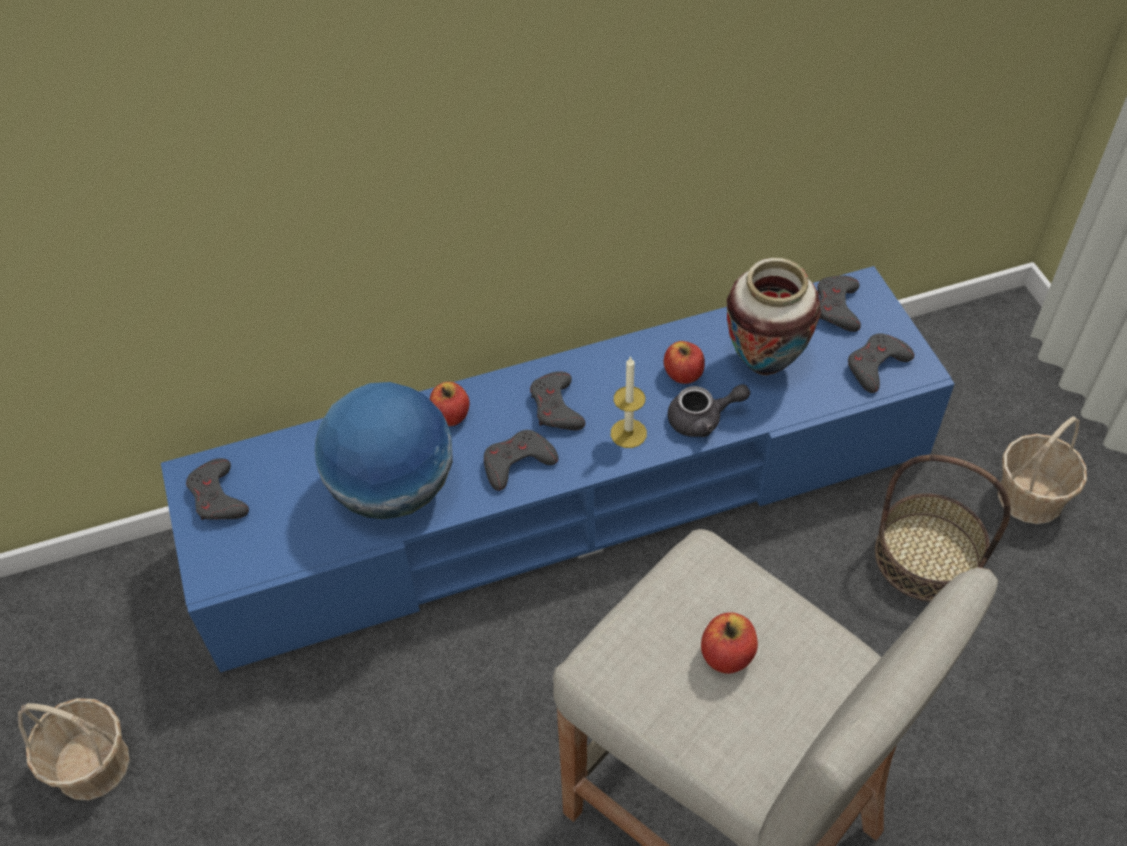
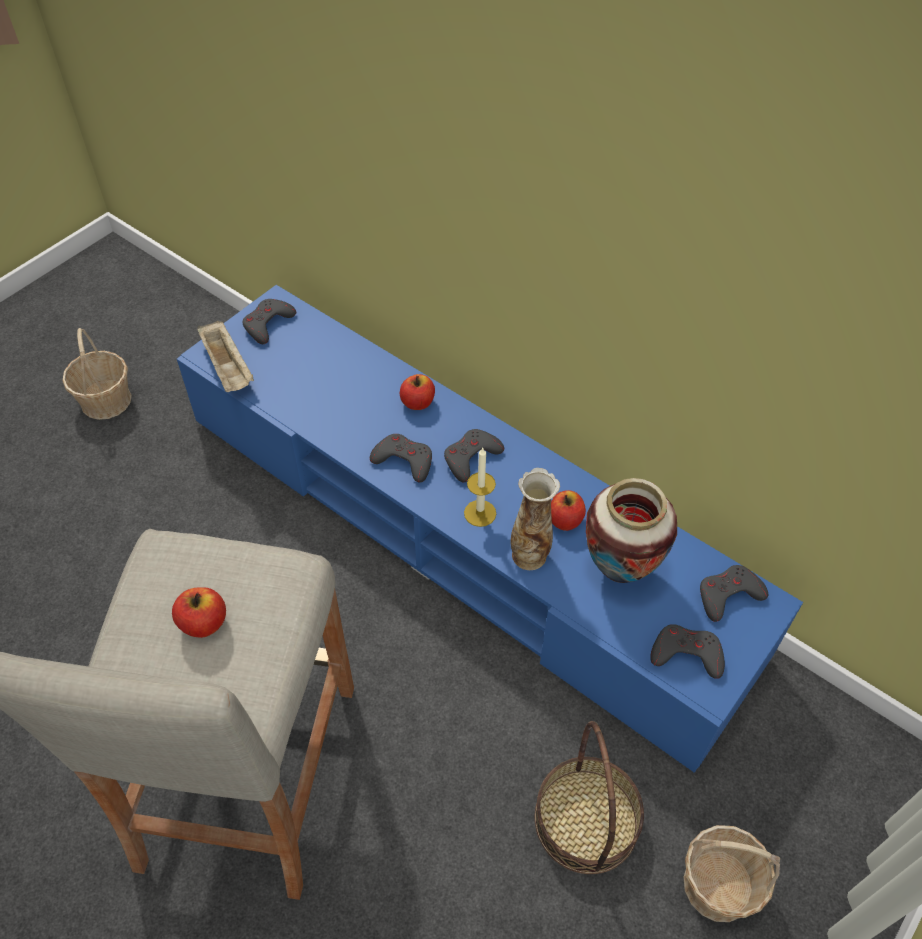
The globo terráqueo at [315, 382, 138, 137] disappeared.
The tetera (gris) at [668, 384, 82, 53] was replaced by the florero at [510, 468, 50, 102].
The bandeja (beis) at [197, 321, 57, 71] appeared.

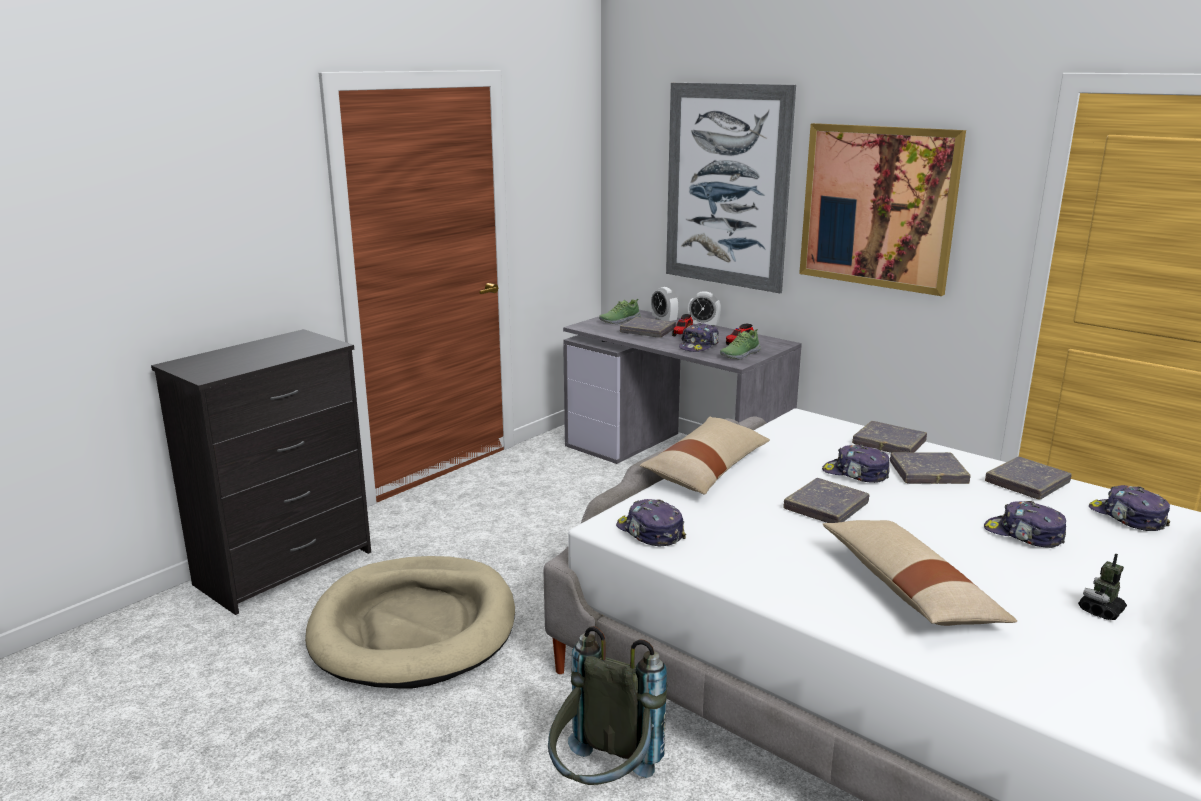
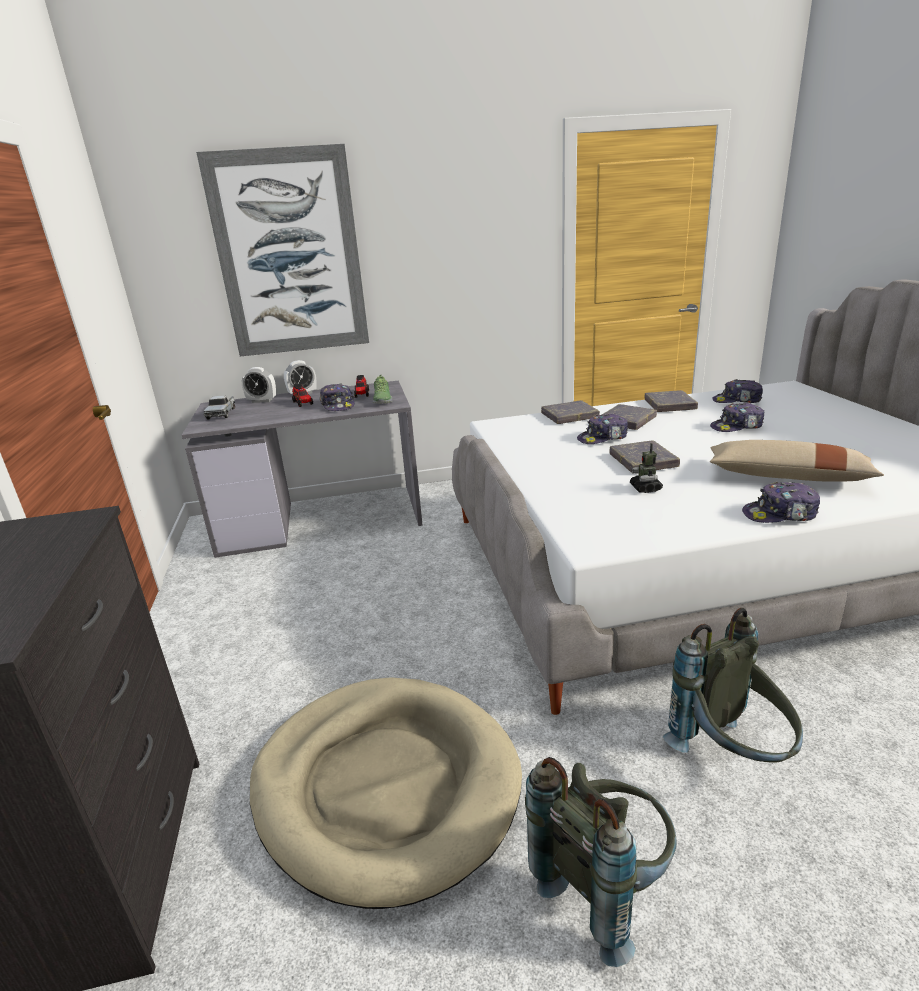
The cuadro at [799, 123, 167, 173] disappeared.
The zapato at [599, 299, 42, 25] was replaced by the camión de juguete at [203, 395, 32, 24].
The libro (gris) at [620, 317, 56, 21] disappeared.
The cojín (beis) at [640, 417, 130, 77] disappeared.
The gorra moved from [616, 499, 70, 47] to [742, 482, 78, 41].
The robot de juguete moved from [1078, 553, 49, 67] to [630, 443, 33, 50].
The mochila (gris) at [525, 757, 152, 210] appeared.

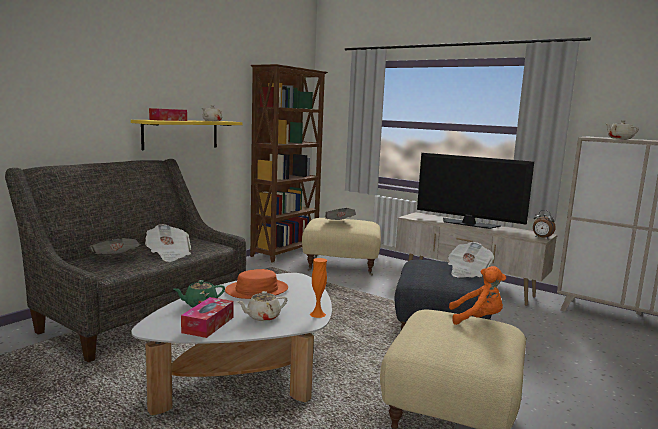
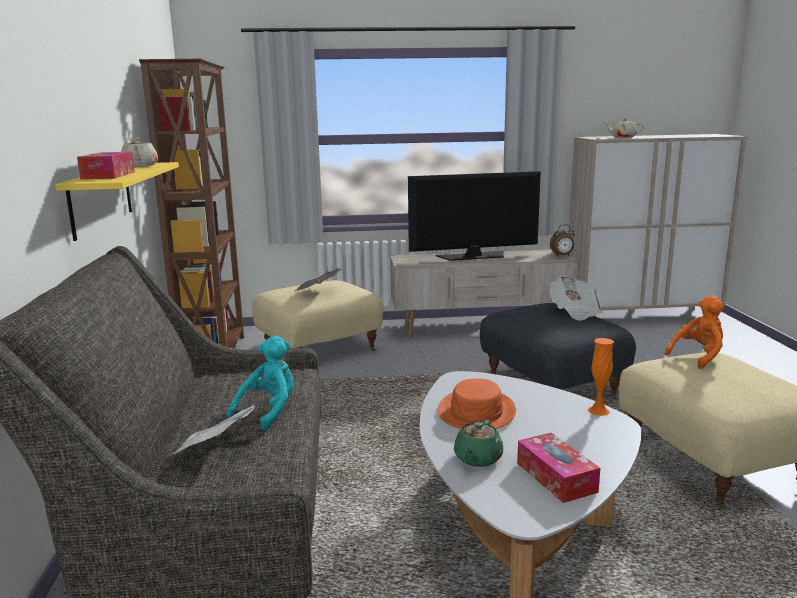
The periódico at [145, 224, 46, 38] was replaced by the peluche (turquesa) at [227, 336, 68, 95].
The tetera (beis) at [236, 291, 51, 30] disappeared.

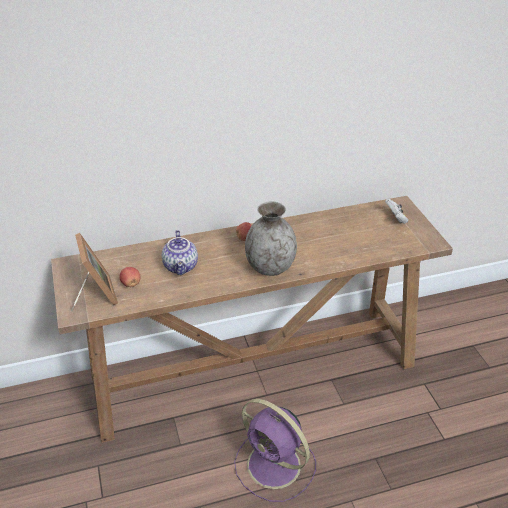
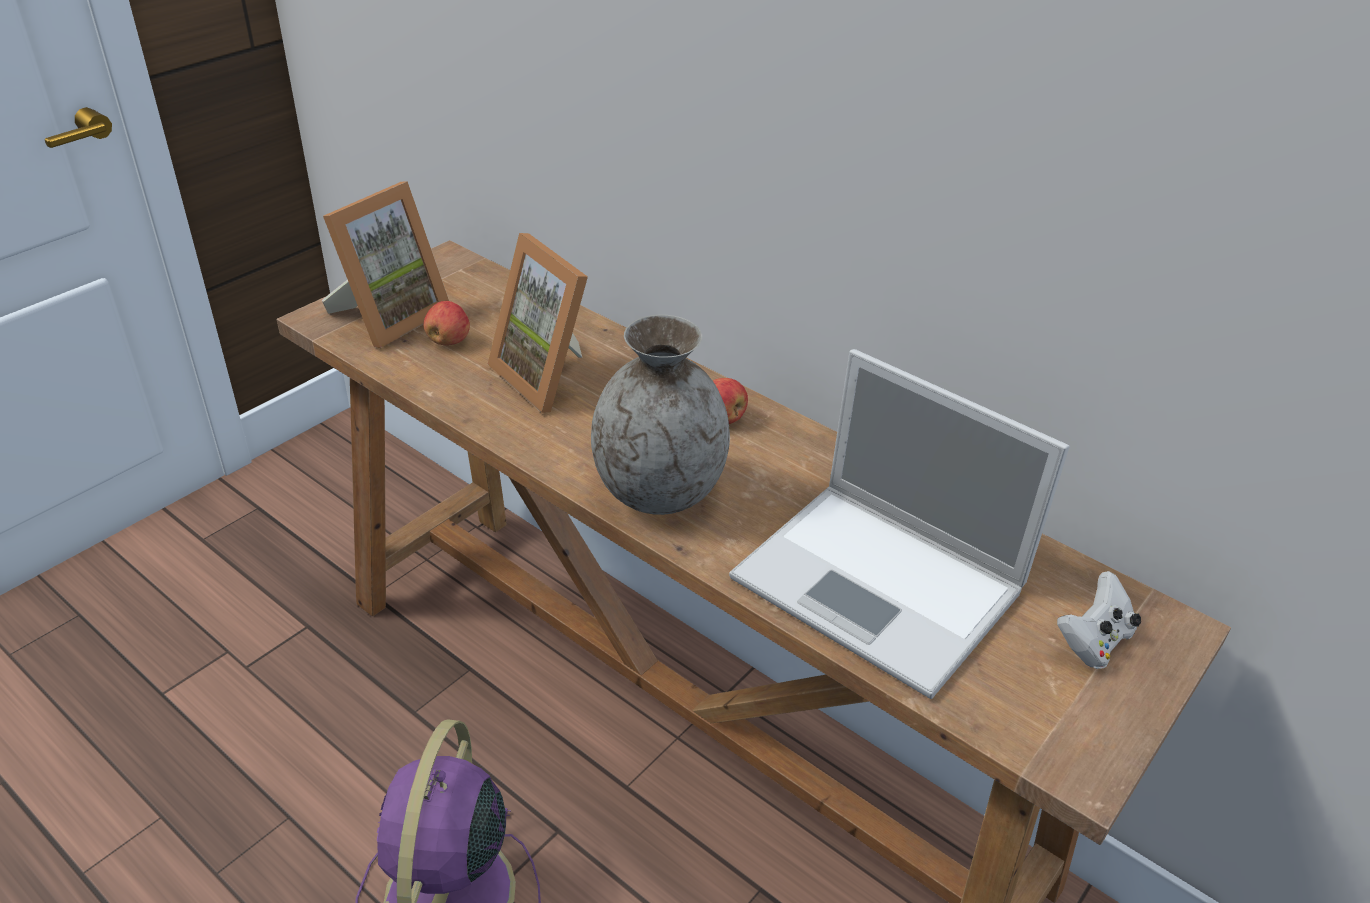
The tetera at [162, 230, 36, 45] was replaced by the portarretratos at [488, 233, 100, 180].
The portátil at [729, 349, 341, 350] appeared.

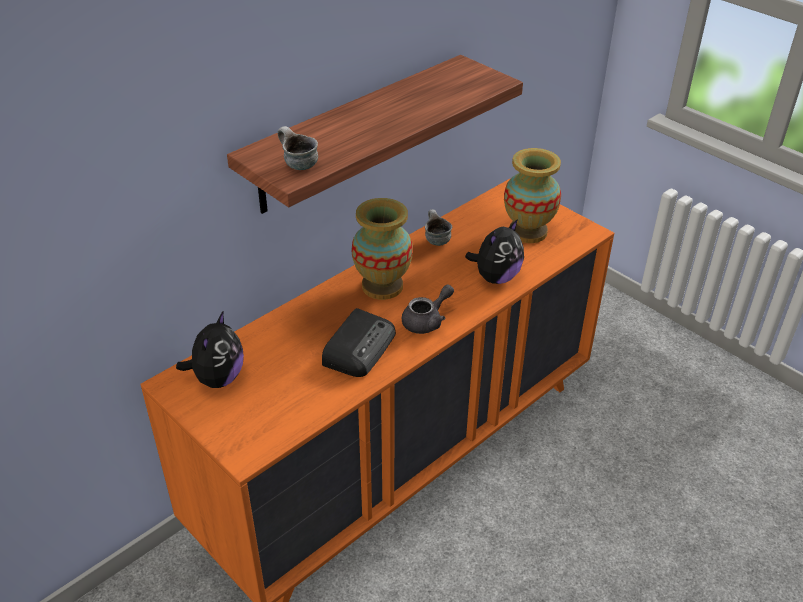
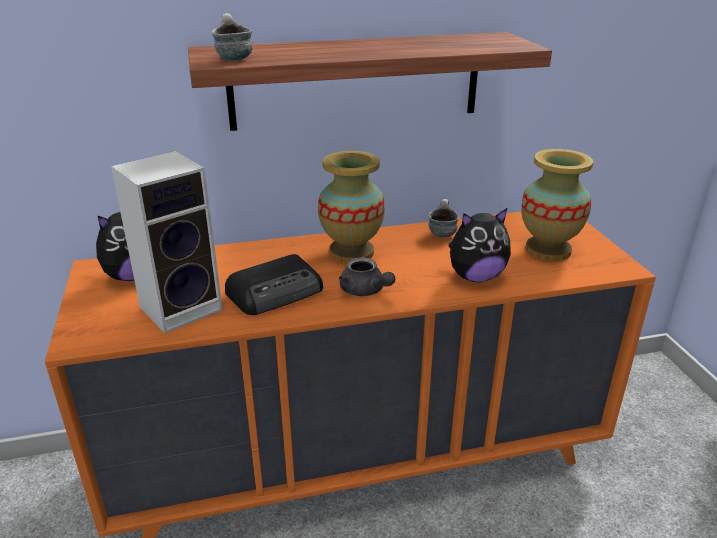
The tetera (gris) at [402, 284, 52, 50] turned 60 degrees clockwise.
The altavoz at [111, 151, 112, 182] appeared.

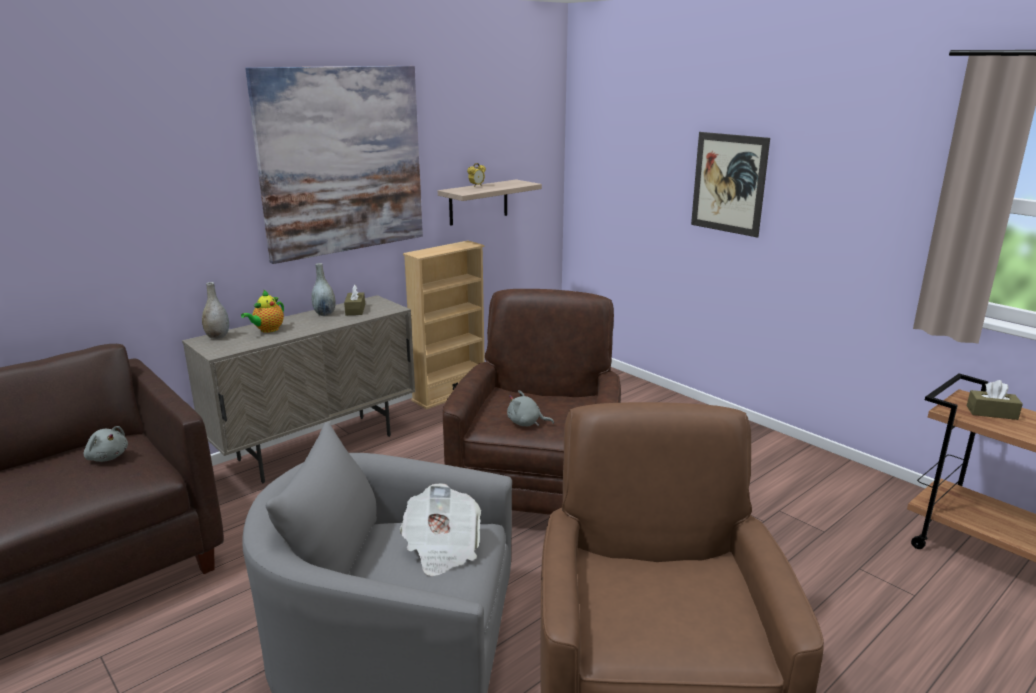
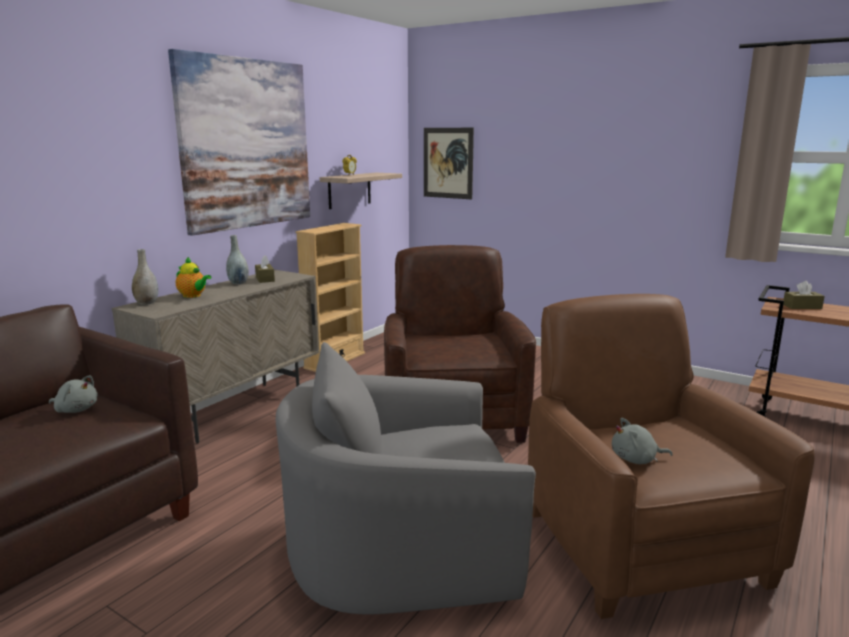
The cuadro moved from [691, 132, 79, 105] to [424, 128, 50, 72].
The tetera at [241, 290, 43, 43] turned 75 degrees counterclockwise.
The peluche (gris) moved from [507, 390, 47, 36] to [612, 418, 61, 46].
The periódico at [400, 483, 81, 93] disappeared.

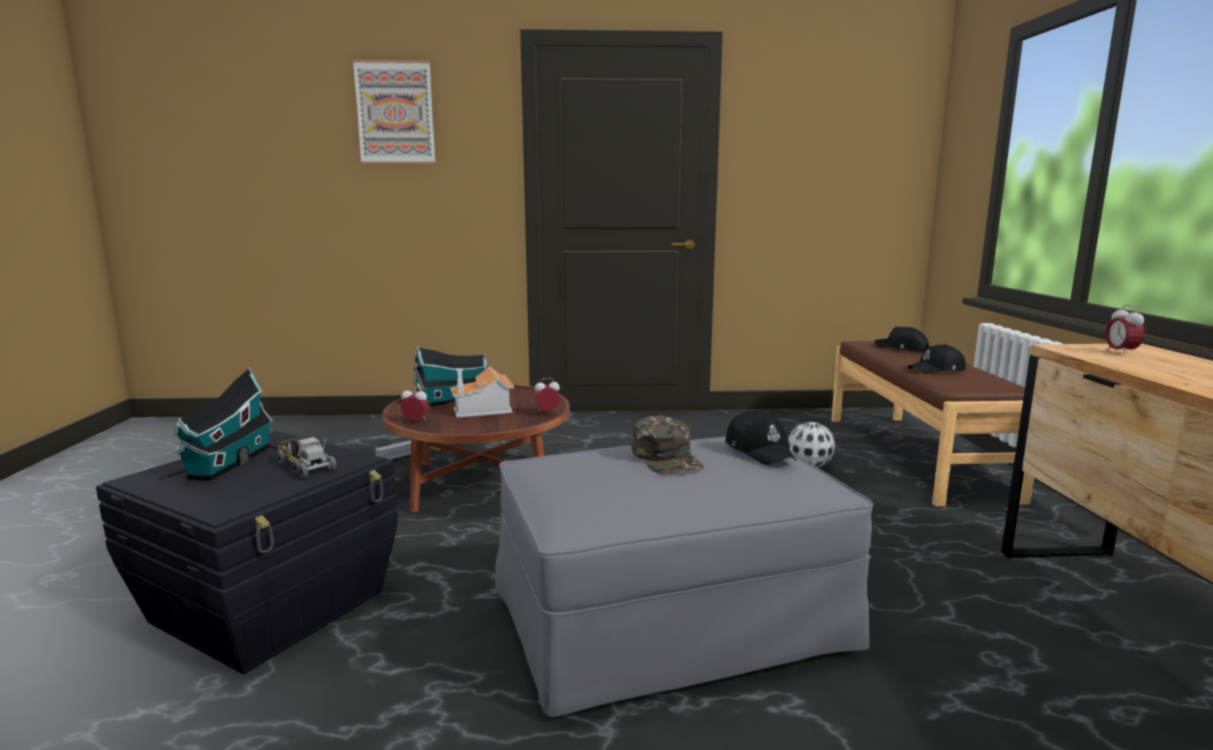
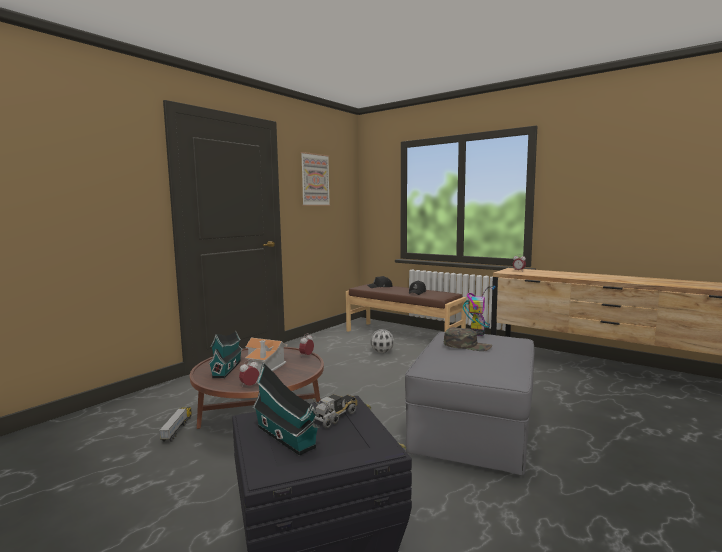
The cuadro moved from [353, 60, 83, 104] to [301, 152, 29, 54].
The gorra (negro) at [725, 409, 71, 56] was replaced by the robot de juguete at [463, 286, 33, 50].
The camión de juguete at [277, 435, 60, 43] turned 135 degrees clockwise.

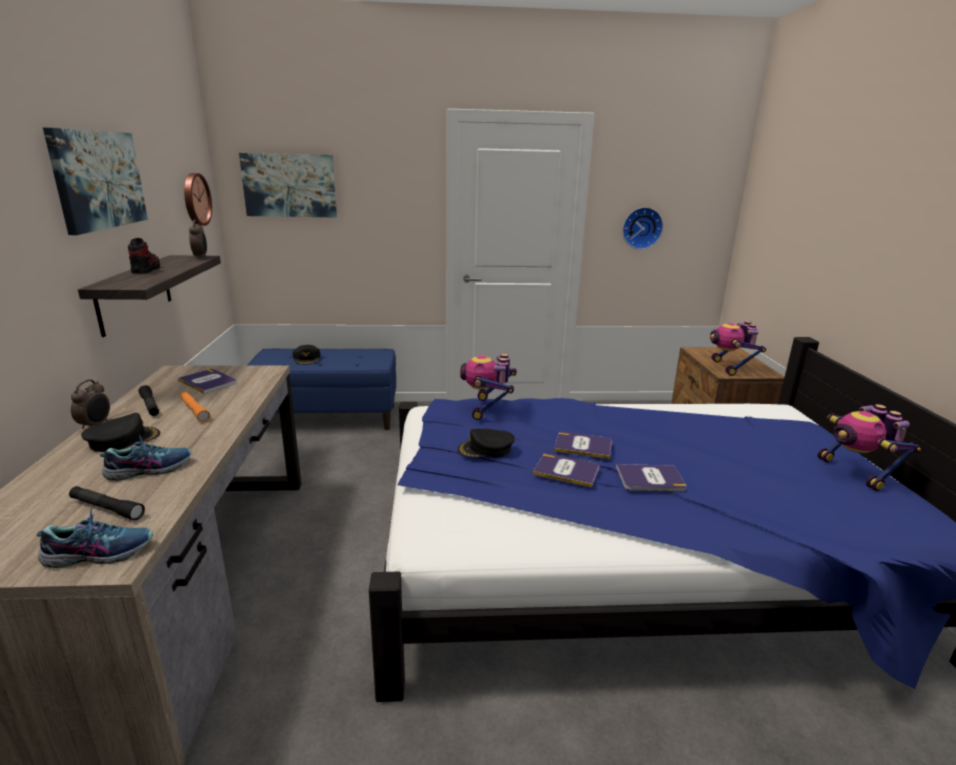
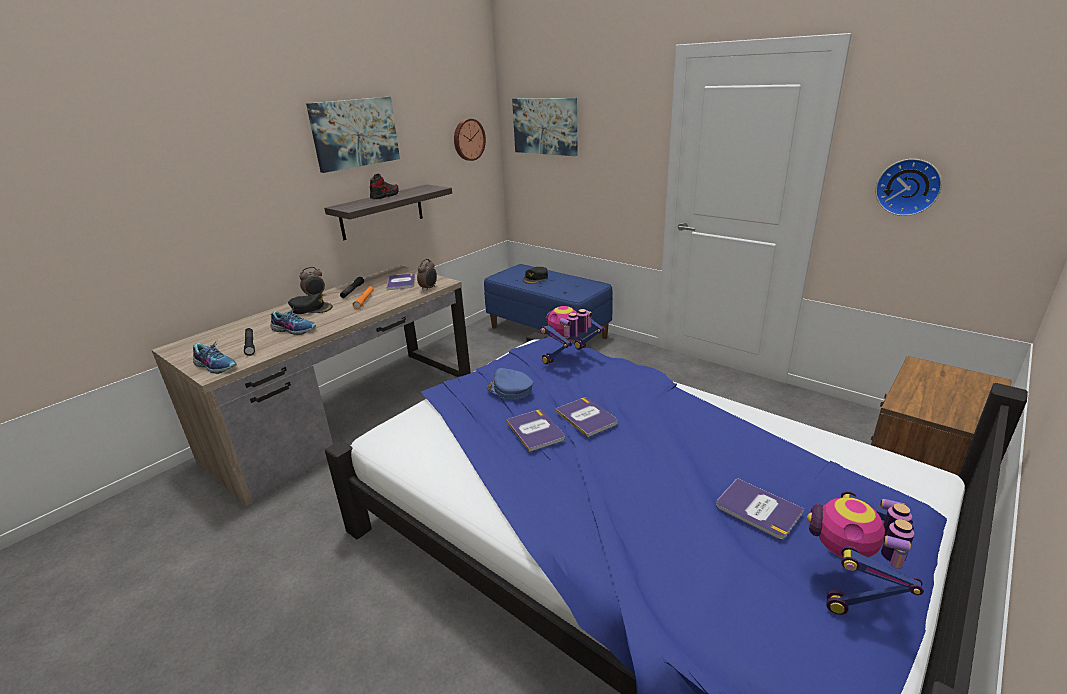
The despertador moved from [189, 220, 18, 38] to [417, 259, 20, 32].
The robot de juguete at [710, 321, 56, 55] disappeared.
The gorra (negro) at [458, 429, 57, 29] became the gorra (azul) at [486, 368, 48, 32].
The libro moved from [616, 464, 70, 27] to [716, 478, 88, 61].

